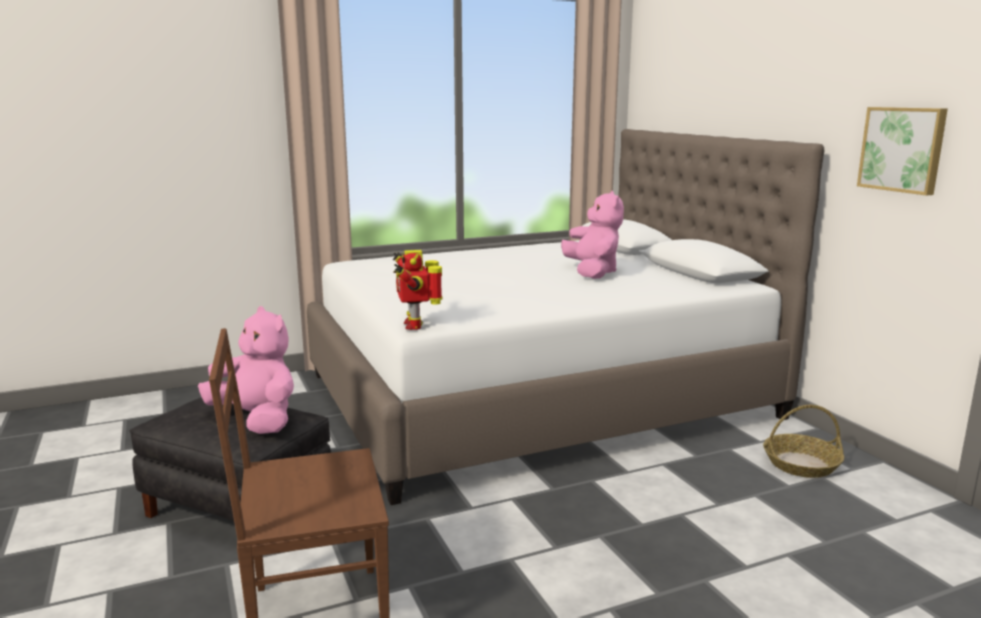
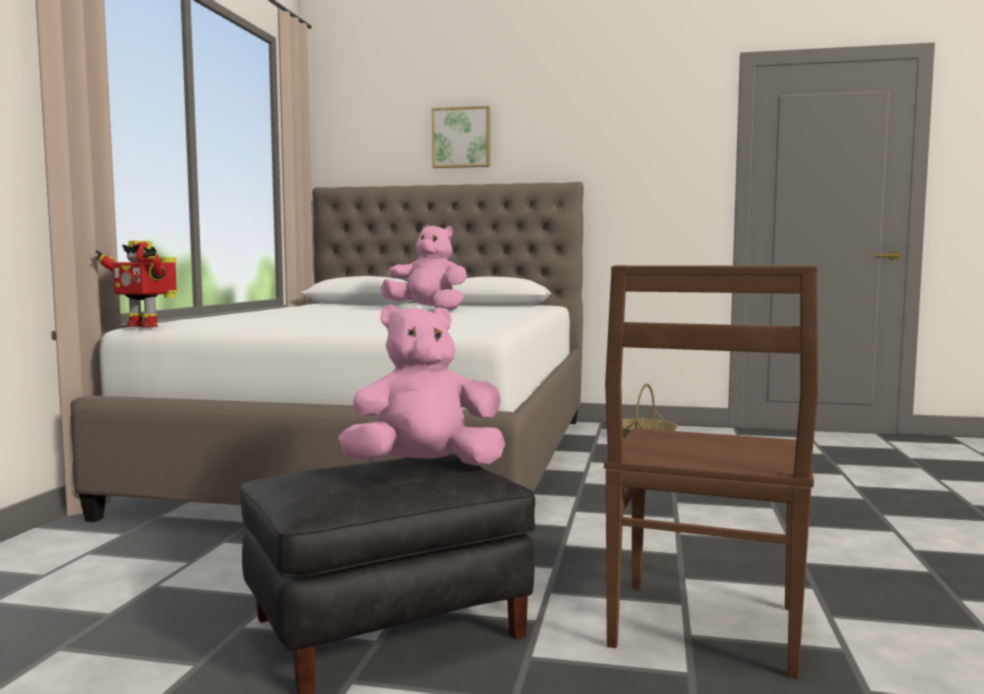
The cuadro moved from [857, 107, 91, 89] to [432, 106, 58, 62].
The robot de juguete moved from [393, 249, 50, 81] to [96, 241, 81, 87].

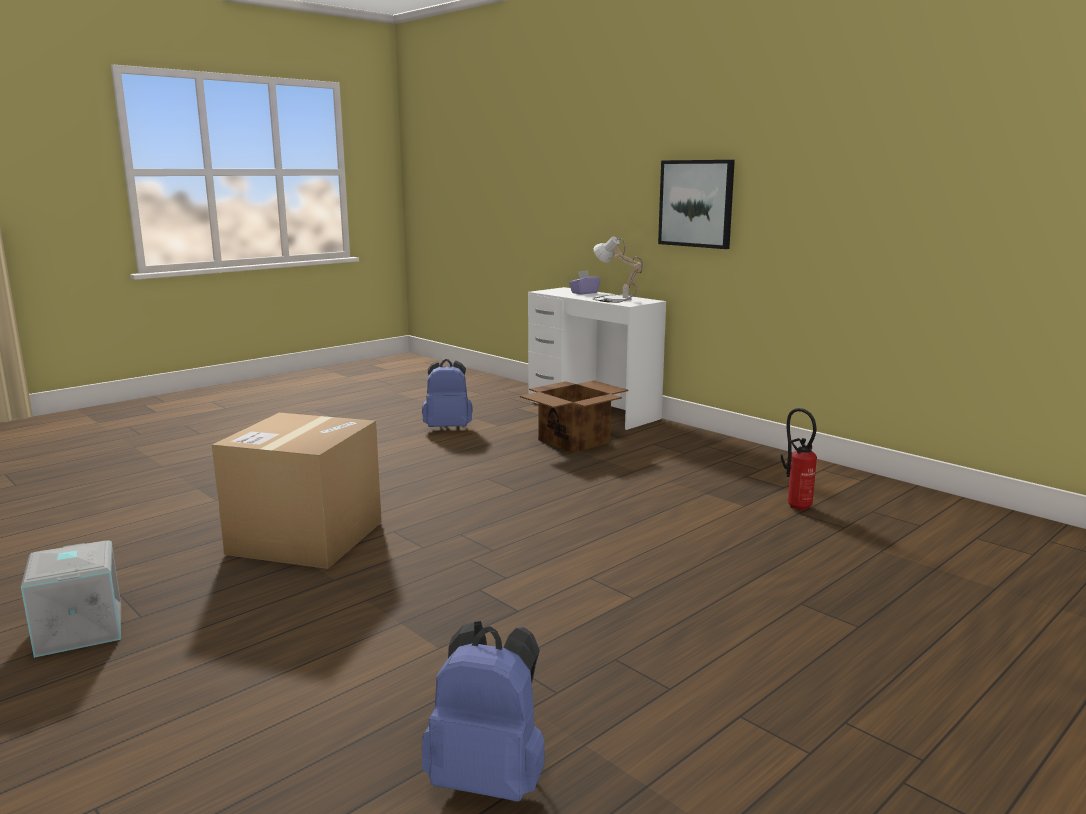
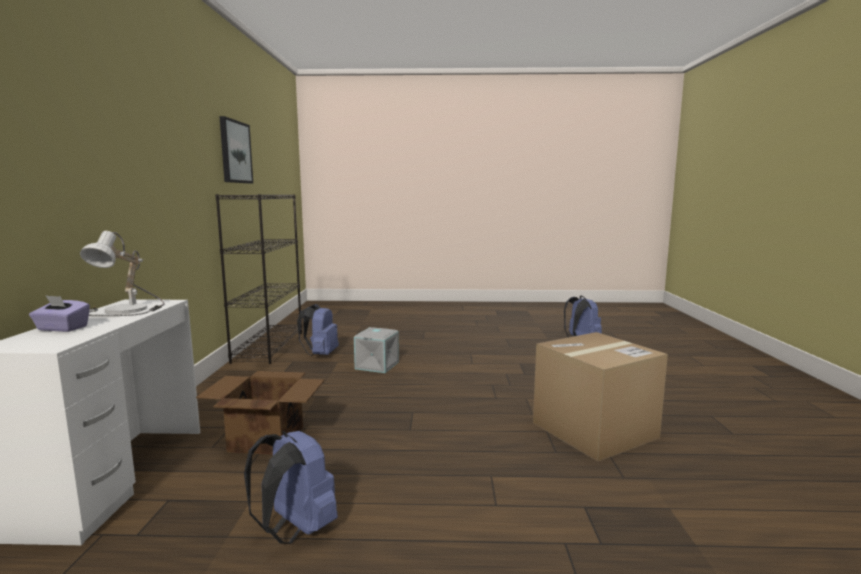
The cuadro moved from [658, 160, 77, 89] to [219, 116, 34, 67].
The extintor at [781, 408, 36, 103] was replaced by the mochila (azul) at [297, 304, 42, 52].
The caja de almacenaje (gris) moved from [21, 540, 100, 118] to [354, 327, 45, 46].
The estantería (negro) at [215, 194, 87, 170] appeared.

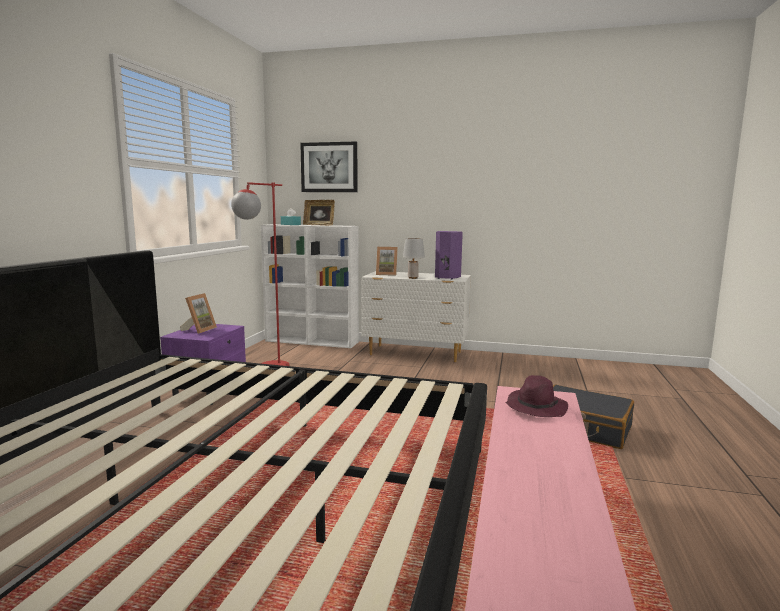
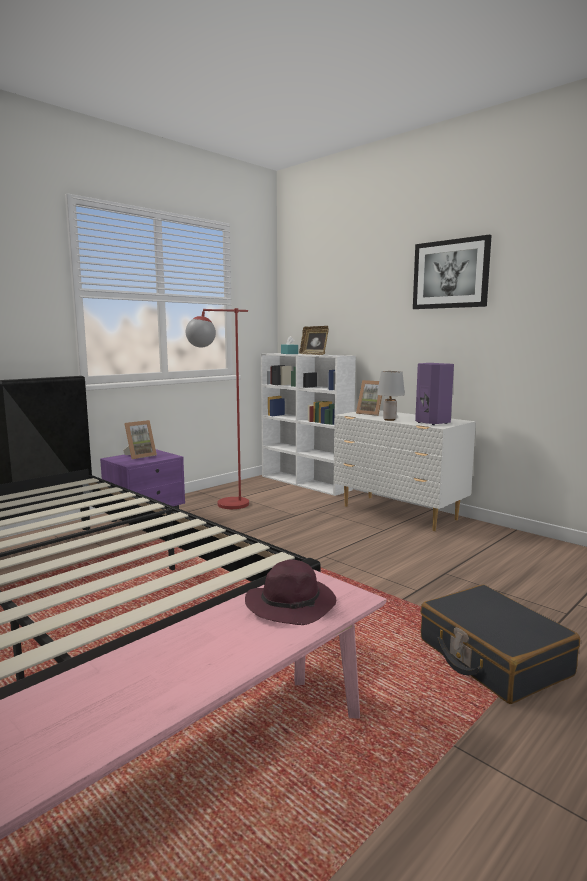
The cuadro moved from [300, 142, 57, 50] to [413, 234, 79, 75].

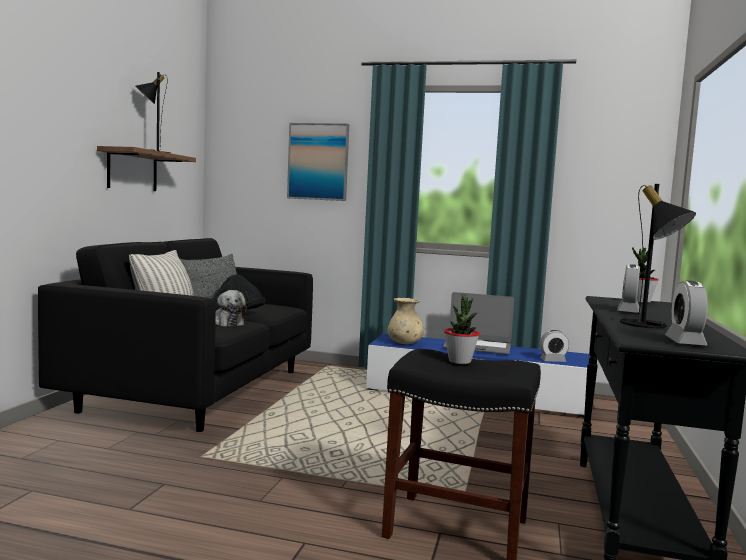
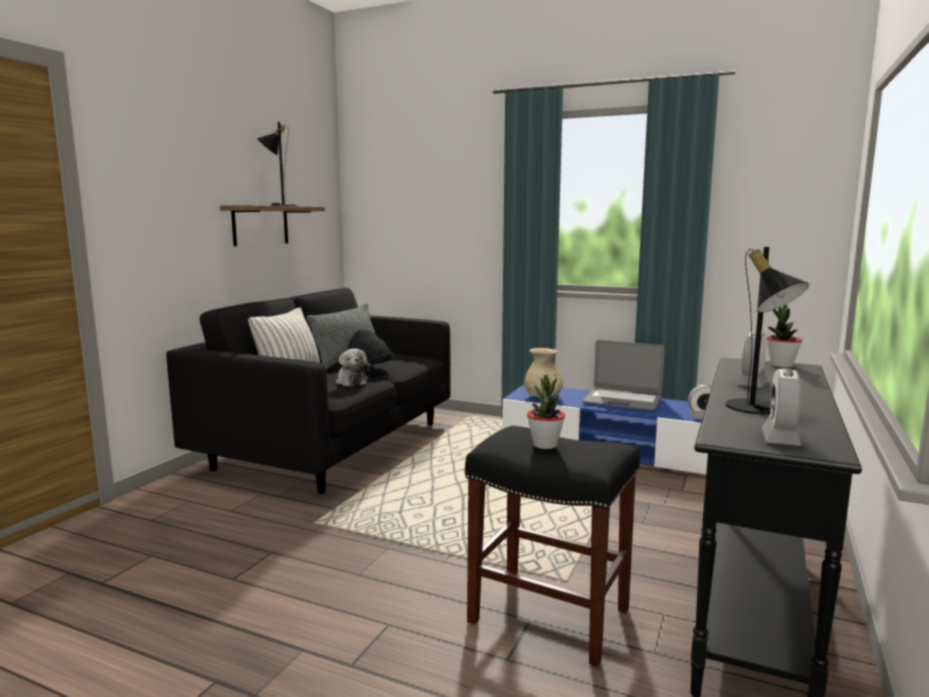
The cuadro at [287, 123, 62, 78] disappeared.

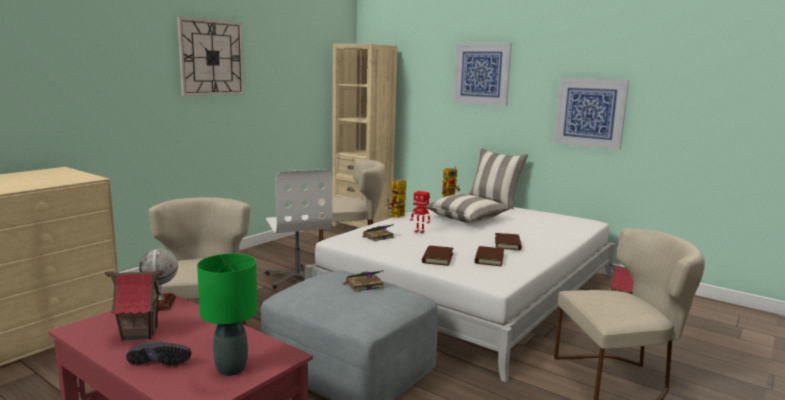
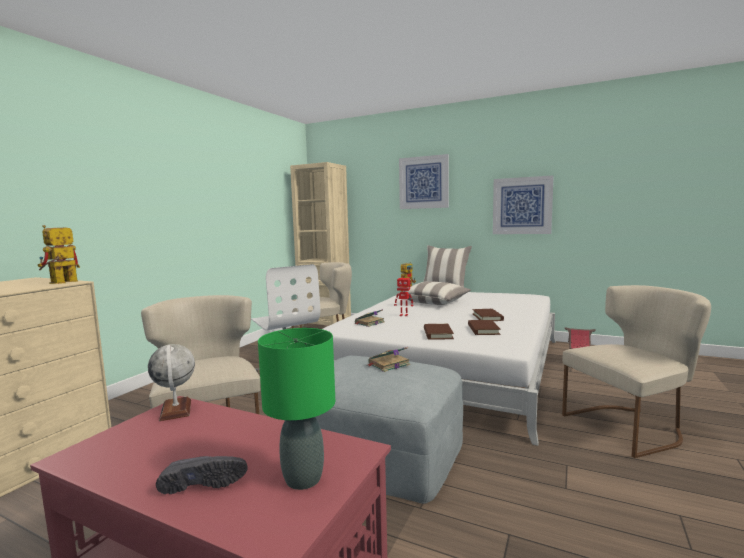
The reloj de pared at [177, 17, 67, 79] disappeared.
The robot de juguete moved from [387, 180, 19, 38] to [38, 225, 42, 59].
The casita at [105, 270, 59, 71] disappeared.

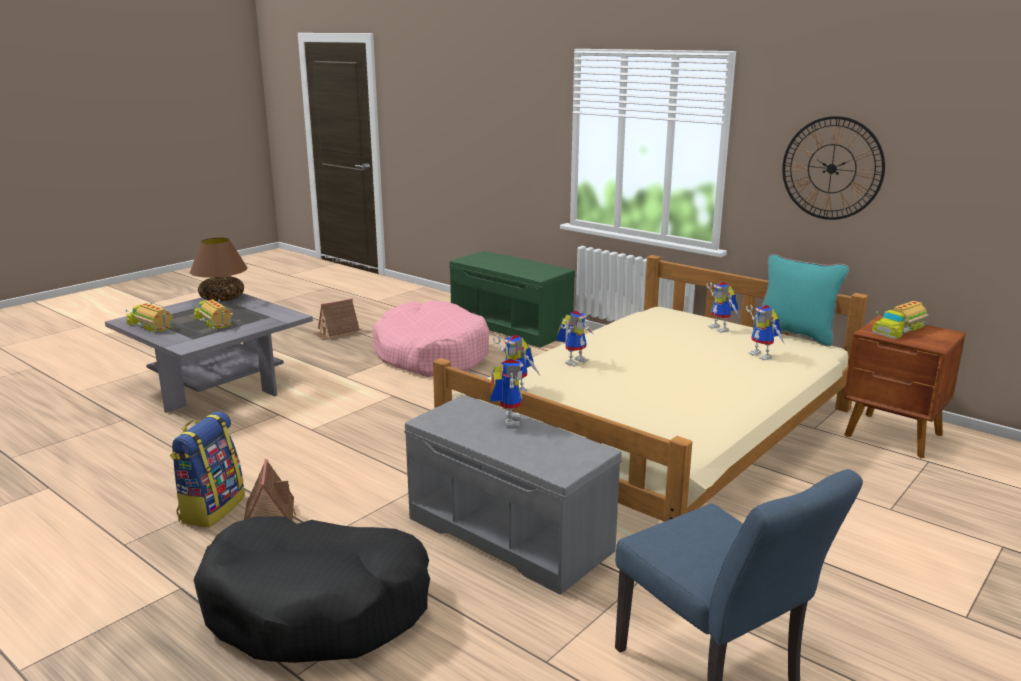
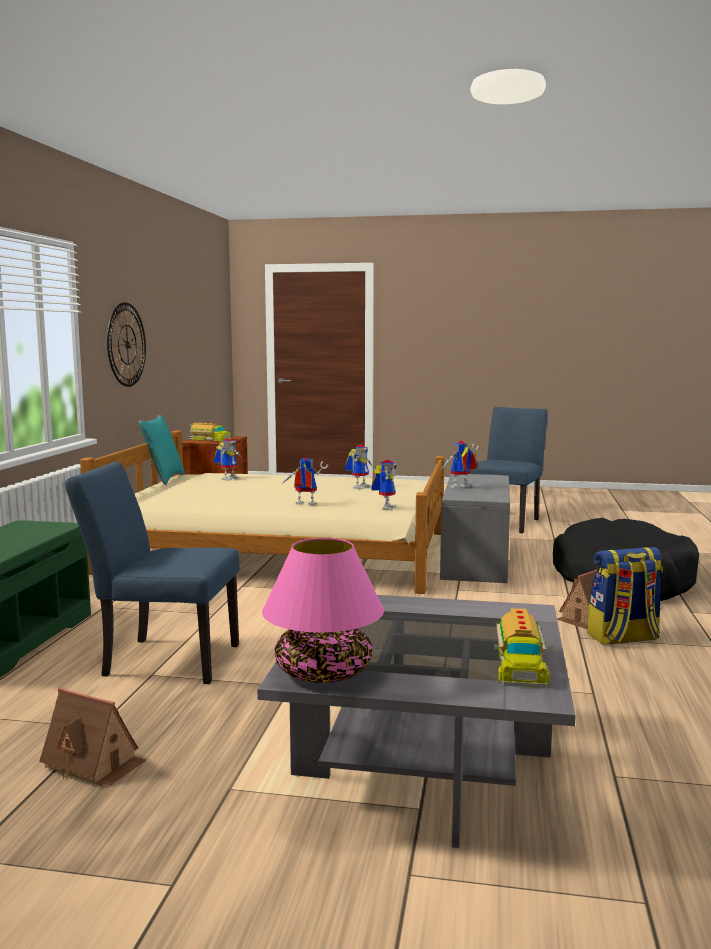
The lámpara de mesa (marrón) at [190, 237, 58, 65] became the lámpara de mesa (rosa) at [262, 538, 122, 145].
The robot de juguete moved from [706, 282, 33, 51] to [345, 444, 27, 45].
The camión de juguete at [192, 299, 42, 31] disappeared.
The cama para perro (rosa) at [373, 301, 116, 76] was replaced by the silla (azul) at [65, 462, 174, 222].

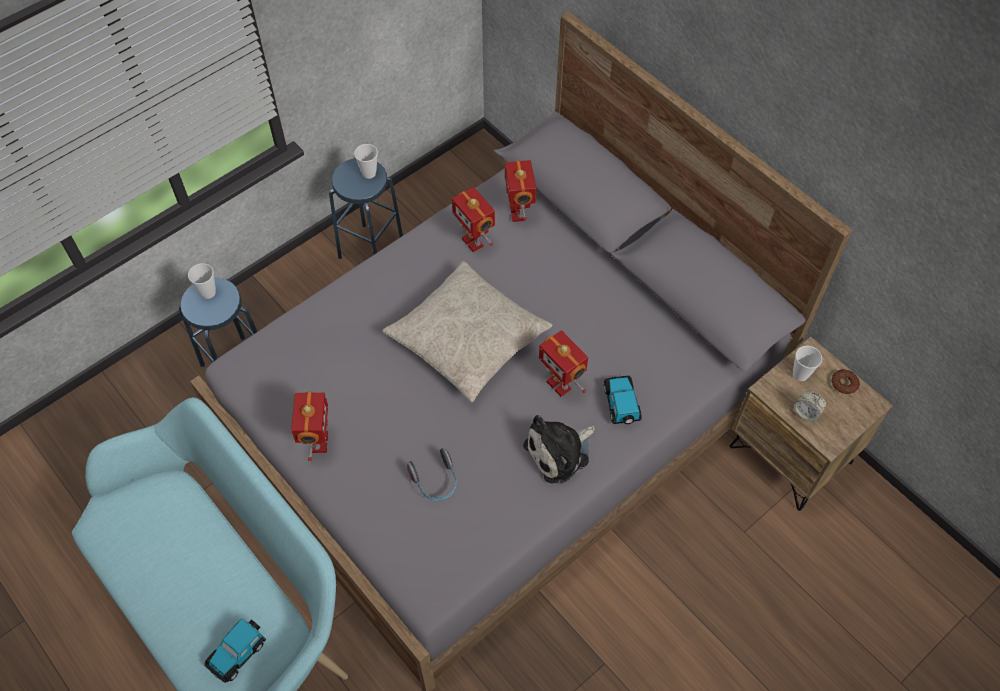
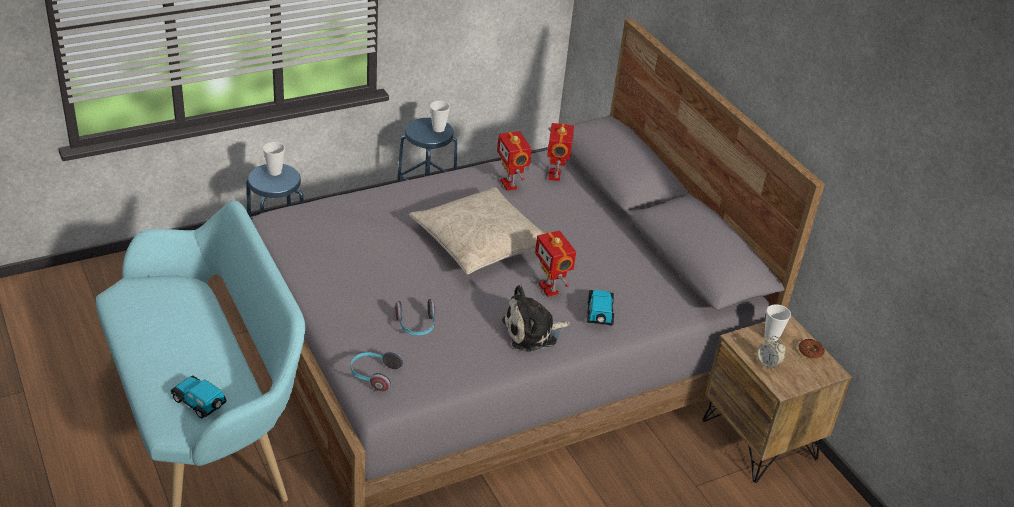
The robot de juguete at [291, 392, 37, 69] disappeared.
The coche de juguete at [204, 619, 62, 64] turned 75 degrees clockwise.
The auriculares at [351, 351, 52, 40] appeared.

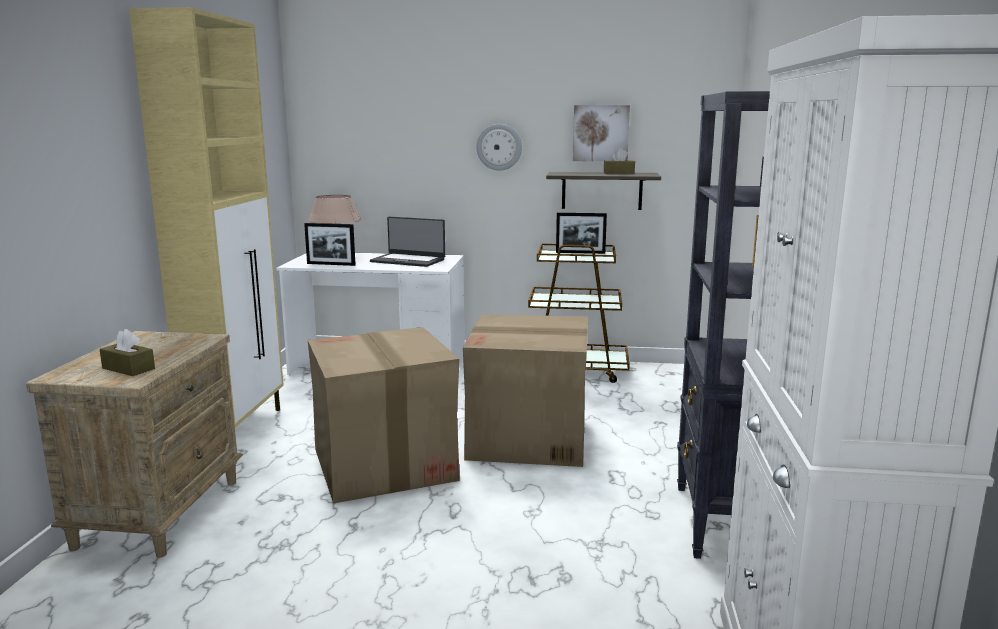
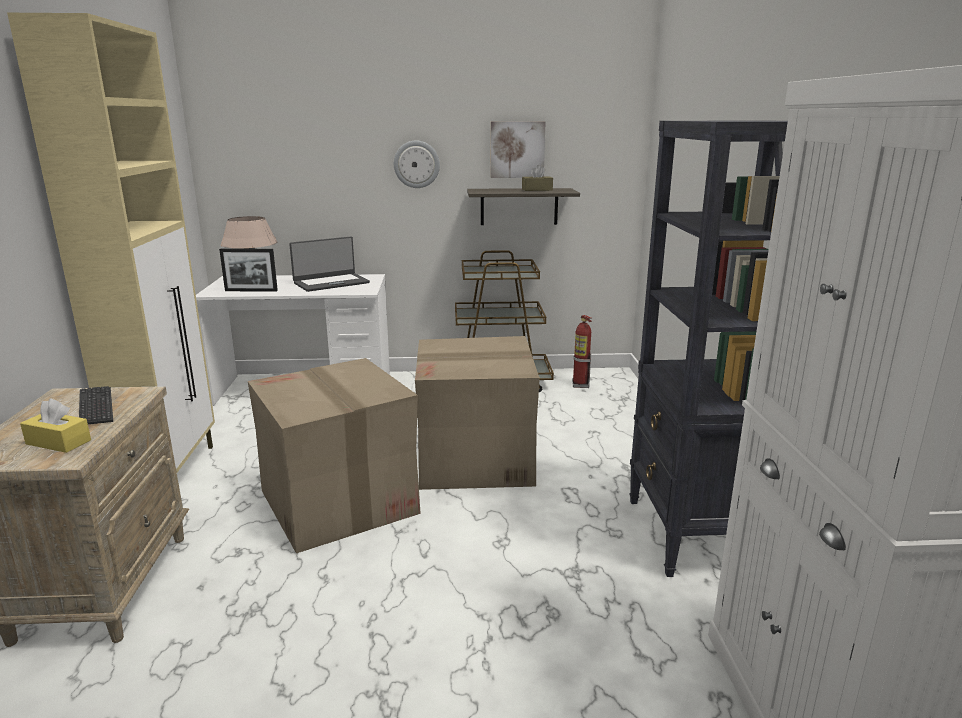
The portarretratos at [556, 213, 51, 41] disappeared.
The portátil at [370, 217, 75, 50] turned 45 degrees counterclockwise.
The caja de pañuelos (marrón) at [99, 329, 56, 47] became the caja de pañuelos (amarillo) at [20, 399, 71, 54].
The extintor at [572, 315, 20, 73] appeared.
The teclado at [79, 386, 34, 38] appeared.

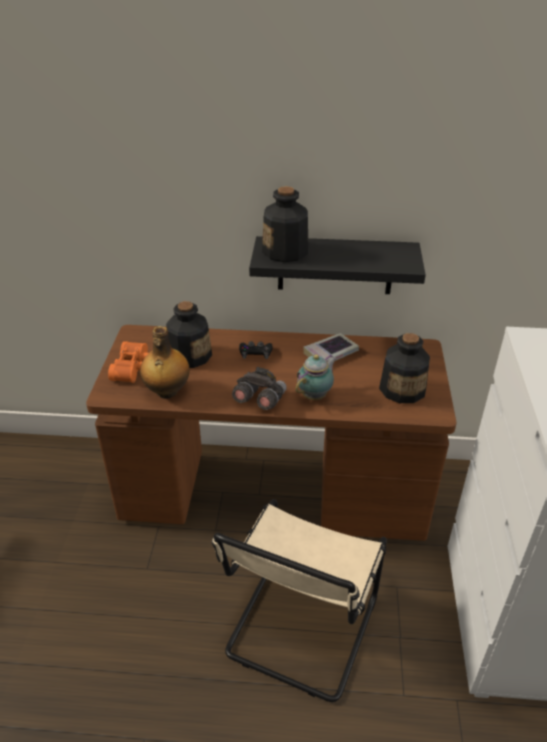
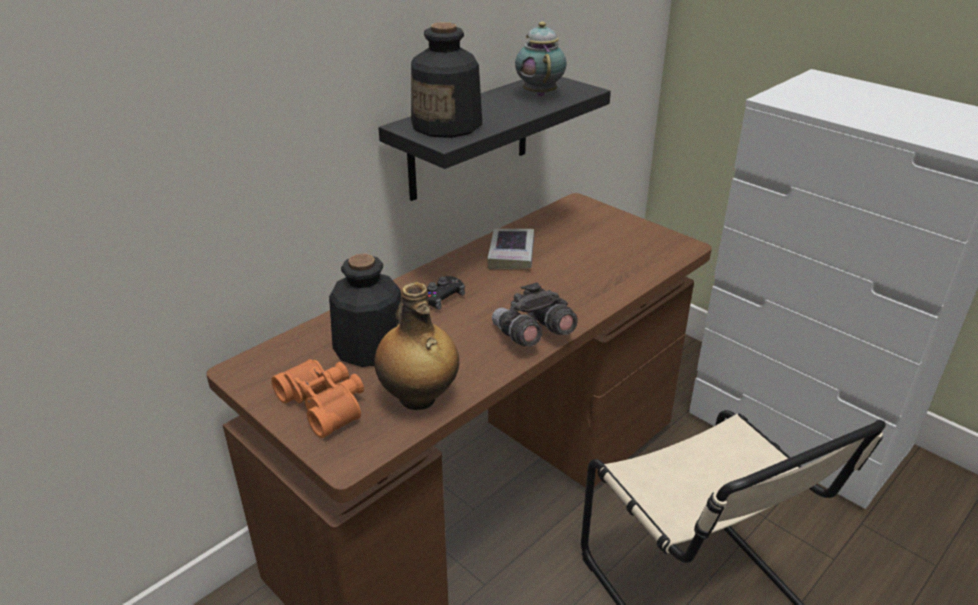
The botella at [379, 333, 51, 70] disappeared.
The tetera moved from [295, 354, 42, 46] to [515, 21, 52, 76].

